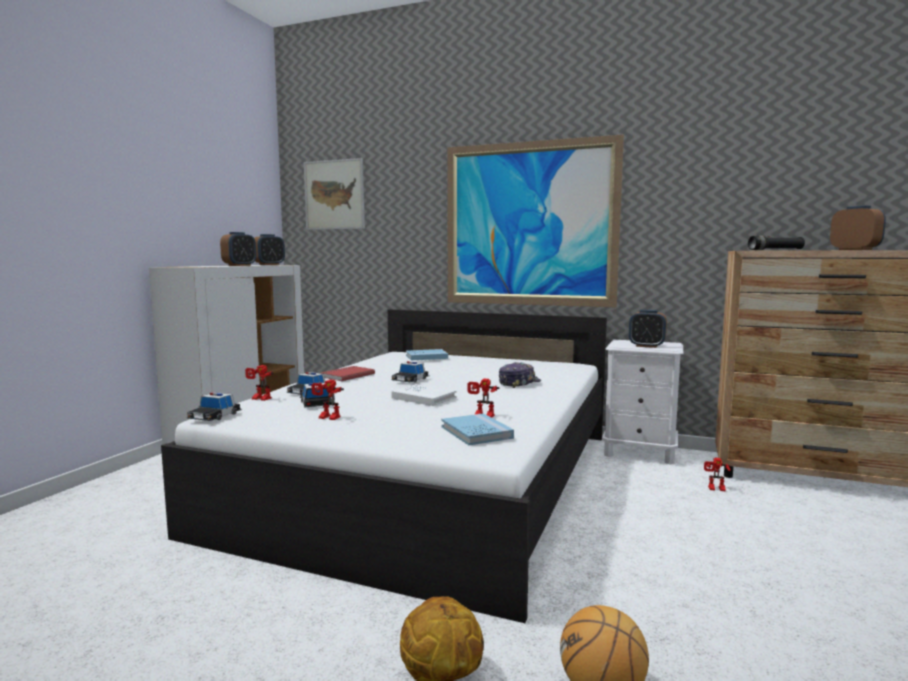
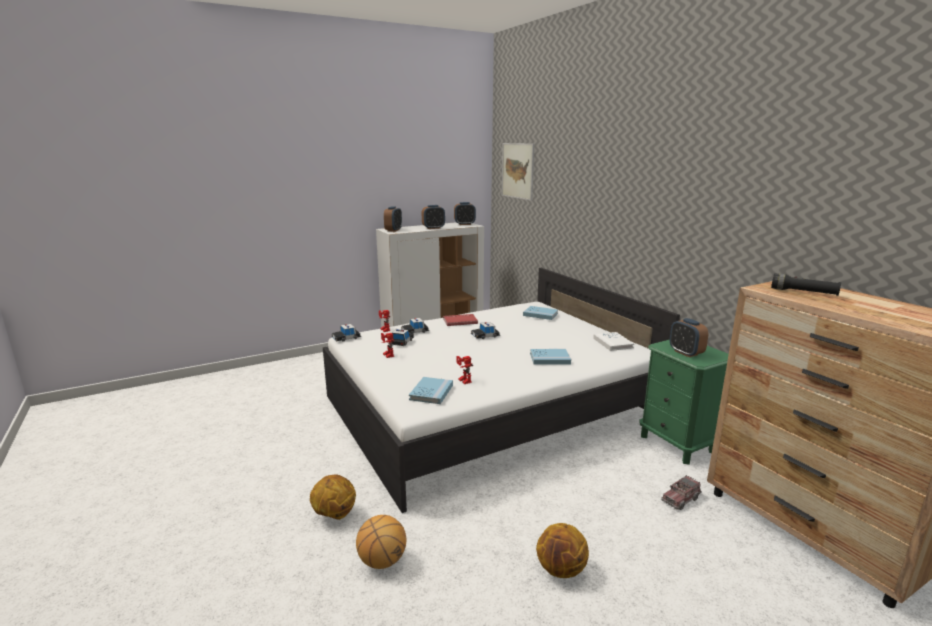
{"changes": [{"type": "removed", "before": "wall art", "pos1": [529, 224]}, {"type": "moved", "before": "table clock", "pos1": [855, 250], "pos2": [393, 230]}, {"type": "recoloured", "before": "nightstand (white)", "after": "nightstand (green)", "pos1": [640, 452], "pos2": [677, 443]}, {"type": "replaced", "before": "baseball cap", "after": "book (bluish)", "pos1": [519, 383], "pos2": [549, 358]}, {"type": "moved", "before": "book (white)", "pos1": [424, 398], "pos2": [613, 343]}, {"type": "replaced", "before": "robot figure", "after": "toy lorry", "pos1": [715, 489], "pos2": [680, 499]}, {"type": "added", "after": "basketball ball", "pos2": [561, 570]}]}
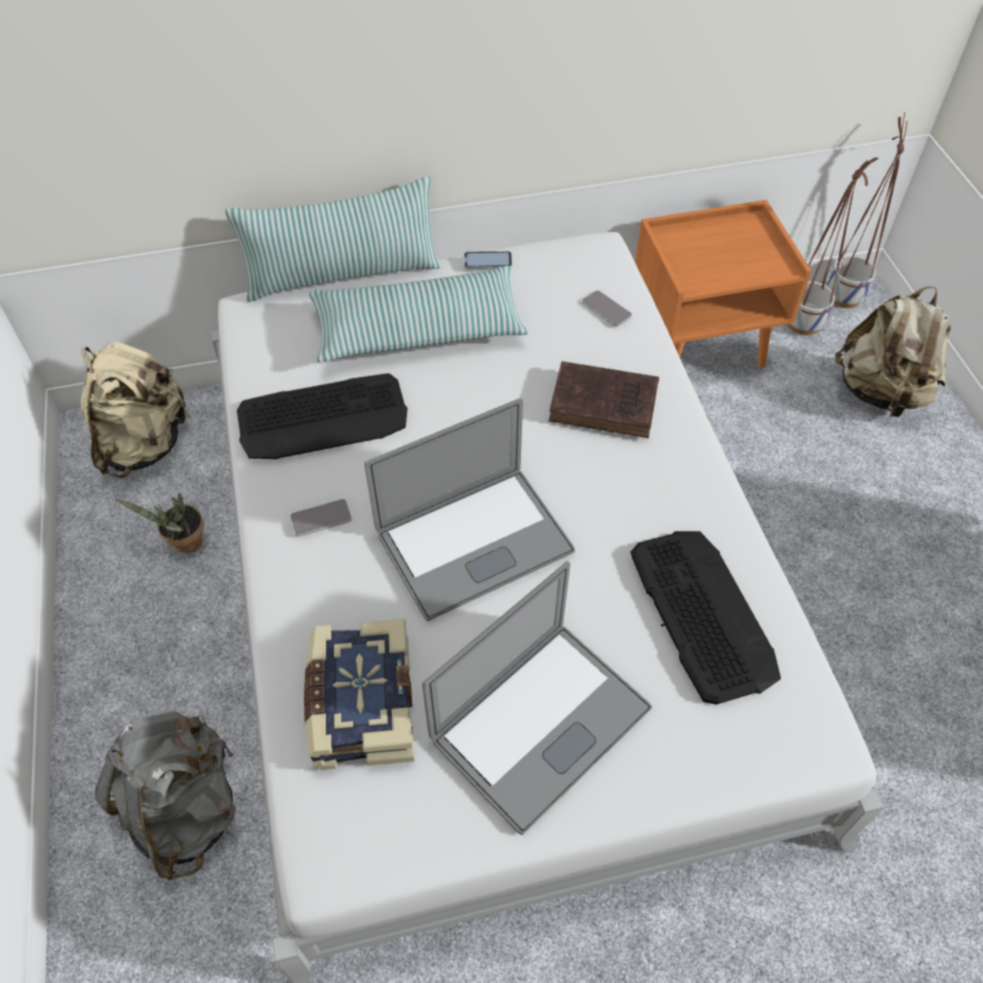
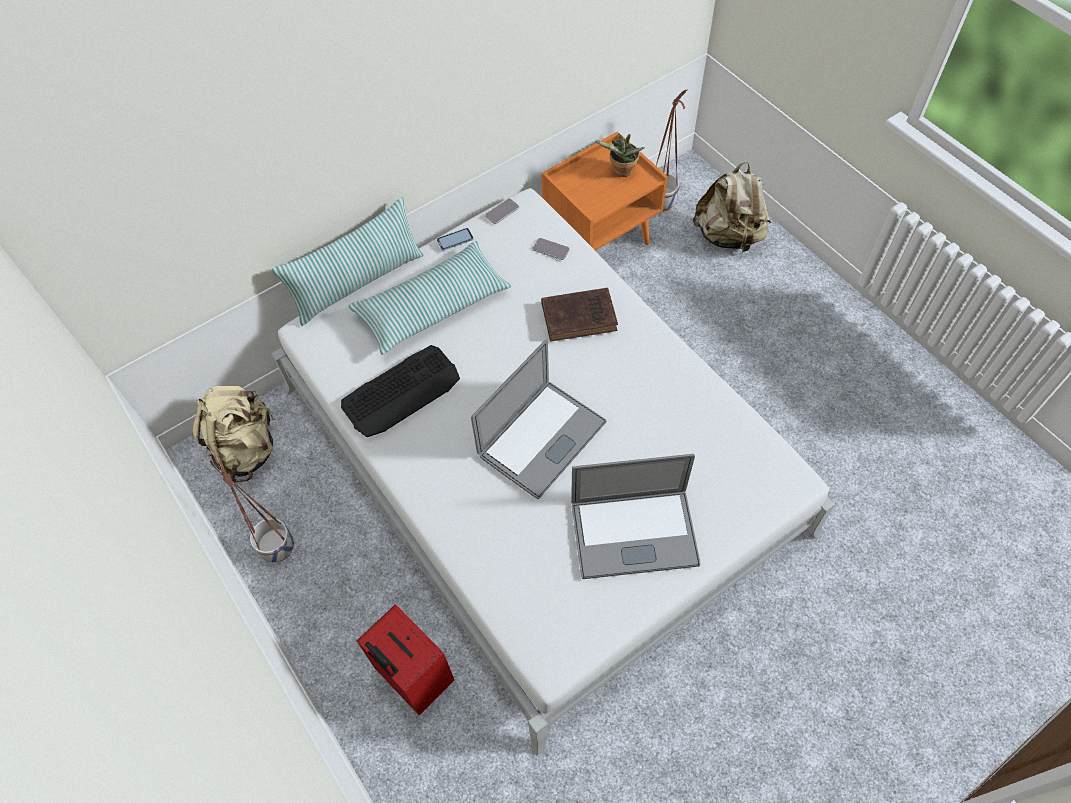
{"changes": [{"type": "moved", "before": "planter", "pos1": [843, 297], "pos2": [277, 548]}, {"type": "moved", "before": "houseplant", "pos1": [184, 544], "pos2": [621, 172]}, {"type": "moved", "before": "telephone", "pos1": [321, 518], "pos2": [502, 211]}, {"type": "removed", "before": "PC keyboard", "pos1": [702, 613]}, {"type": "turned", "before": "portable computer", "pos1": [540, 723], "pos2": [634, 533], "turn": 60}, {"type": "removed", "before": "book", "pos1": [360, 704]}, {"type": "replaced", "before": "backpack (greyish)", "after": "suitcase (reddish)", "pos1": [186, 809], "pos2": [413, 678]}]}
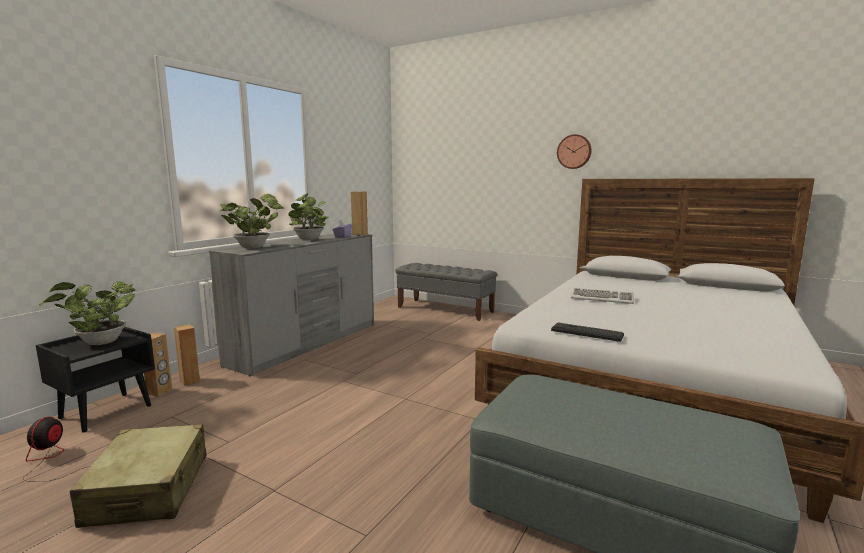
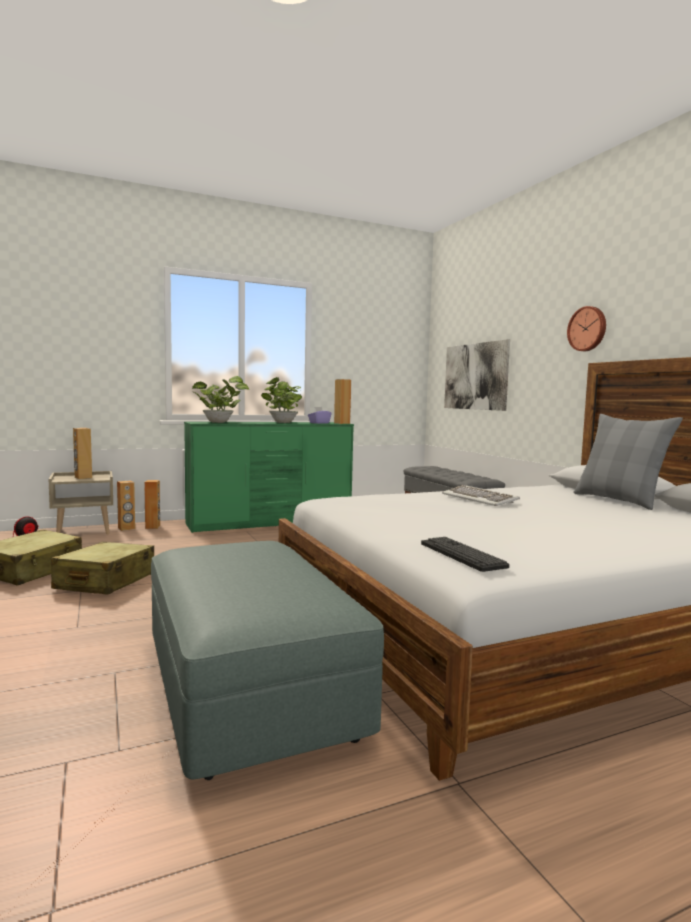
{"changes": [{"type": "recoloured", "before": "dresser (greyish)", "after": "dresser (green)", "pos1": [308, 343], "pos2": [271, 522]}, {"type": "replaced", "before": "houseplant", "after": "speaker (brown-coloured)", "pos1": [98, 343], "pos2": [83, 477]}, {"type": "moved", "before": "PC keyboard", "pos1": [586, 333], "pos2": [462, 555]}, {"type": "recoloured", "before": "nightstand (black-coloured)", "after": "nightstand (sand-coloured)", "pos1": [106, 411], "pos2": [84, 531]}, {"type": "added", "after": "wall art", "pos2": [475, 376]}, {"type": "added", "after": "pillow (greyish)", "pos2": [619, 500]}, {"type": "added", "after": "suitcase (sand-coloured)", "pos2": [105, 582]}]}
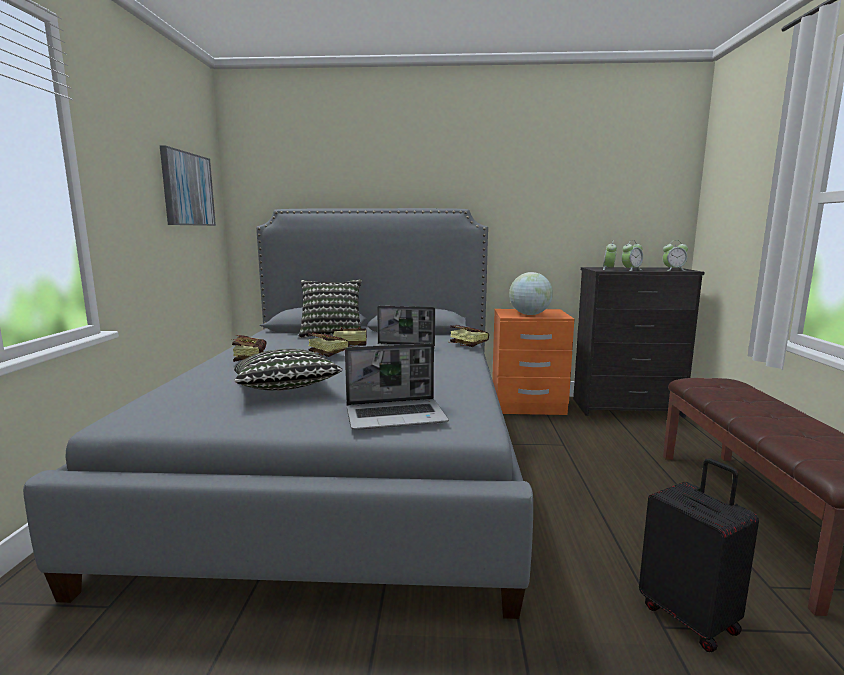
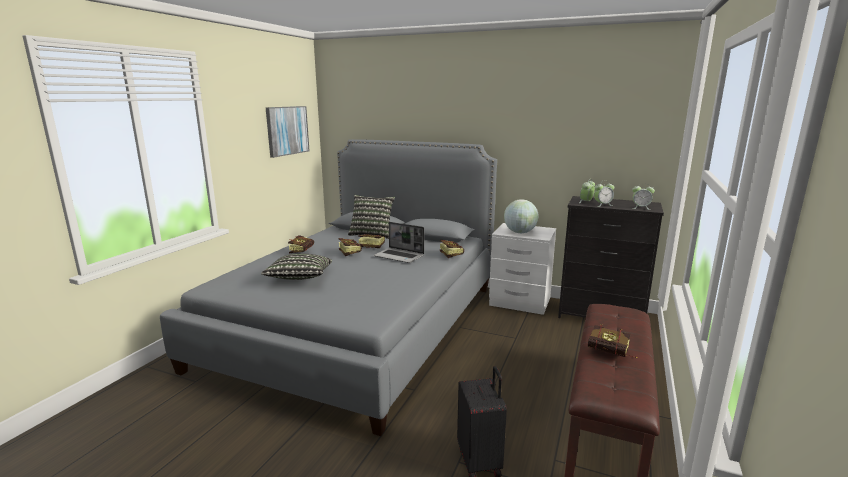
{"changes": [{"type": "recoloured", "before": "nightstand (orangey)", "after": "nightstand (white)", "pos1": [527, 405], "pos2": [519, 302]}, {"type": "removed", "before": "portable computer", "pos1": [396, 416]}, {"type": "added", "after": "book", "pos2": [612, 354]}]}
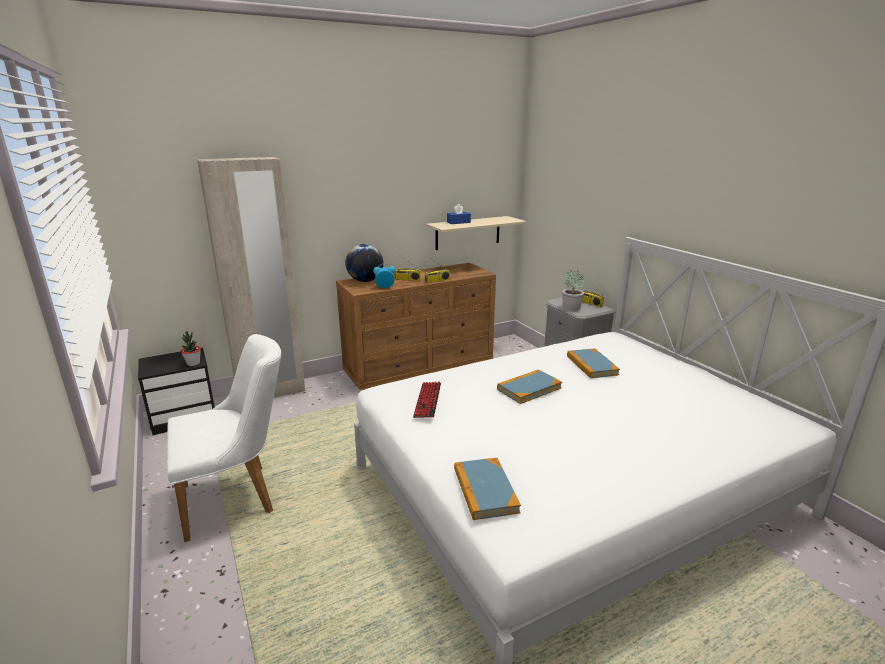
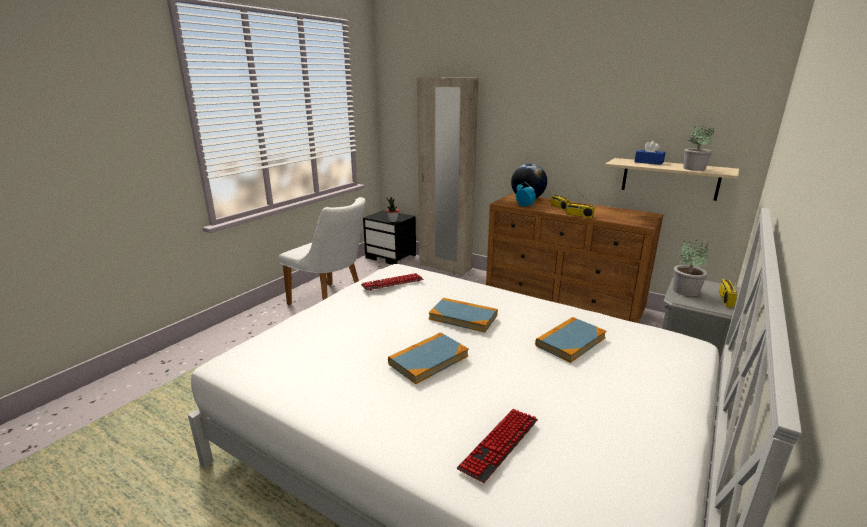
{"changes": [{"type": "moved", "before": "book", "pos1": [485, 490], "pos2": [428, 360]}, {"type": "added", "after": "houseplant", "pos2": [694, 169]}, {"type": "added", "after": "PC keyboard", "pos2": [499, 444]}]}
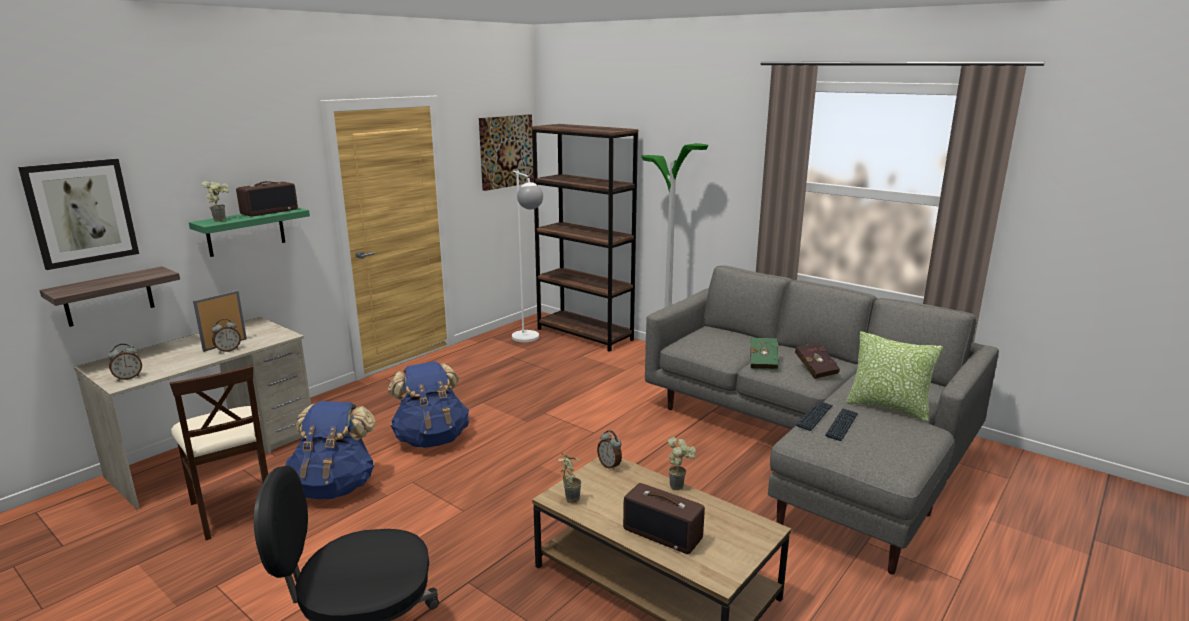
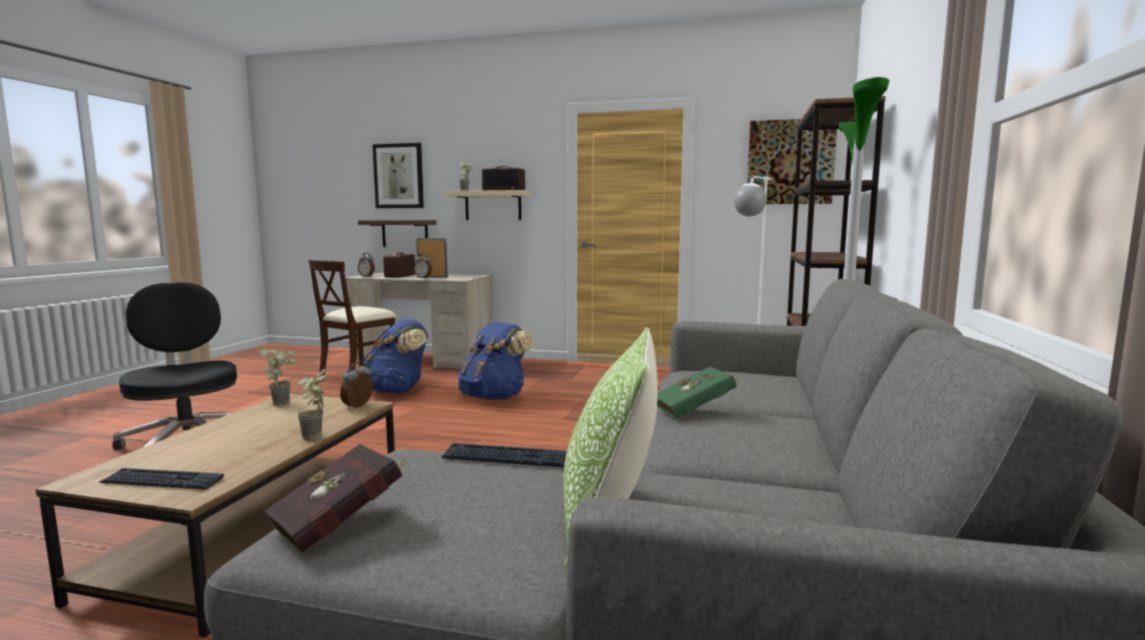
{"changes": [{"type": "recoloured", "before": "bracket shelf (green)", "after": "bracket shelf (sand-coloured)", "pos1": [246, 231], "pos2": [493, 206]}, {"type": "moved", "before": "book (reddish)", "pos1": [815, 369], "pos2": [343, 523]}, {"type": "moved", "before": "PC keyboard", "pos1": [842, 425], "pos2": [162, 481]}, {"type": "moved", "before": "radio set", "pos1": [663, 534], "pos2": [400, 276]}]}
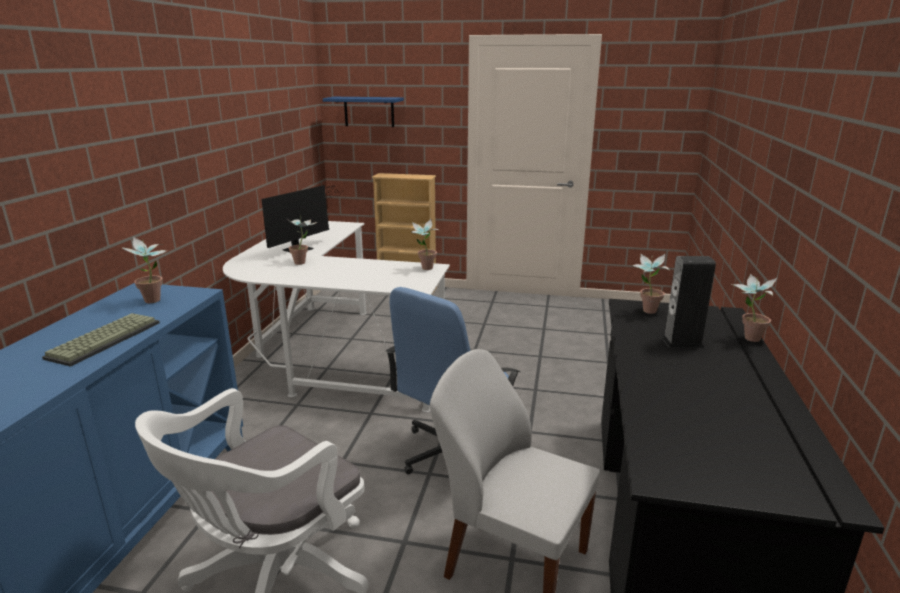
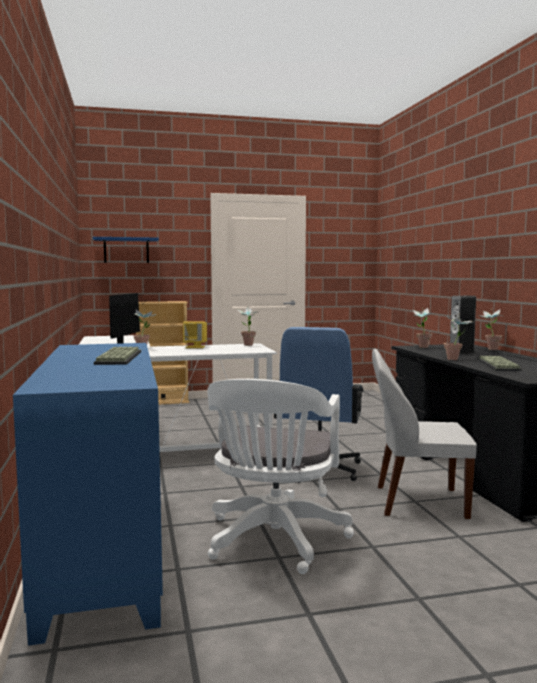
{"changes": [{"type": "moved", "before": "houseplant", "pos1": [155, 302], "pos2": [456, 359]}, {"type": "added", "after": "speaker (yellowish)", "pos2": [195, 347]}, {"type": "added", "after": "PC keyboard", "pos2": [499, 365]}]}
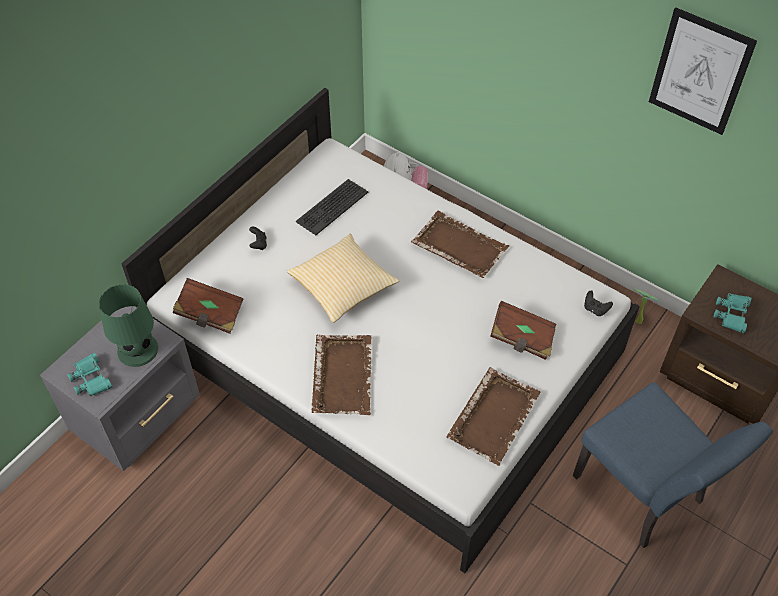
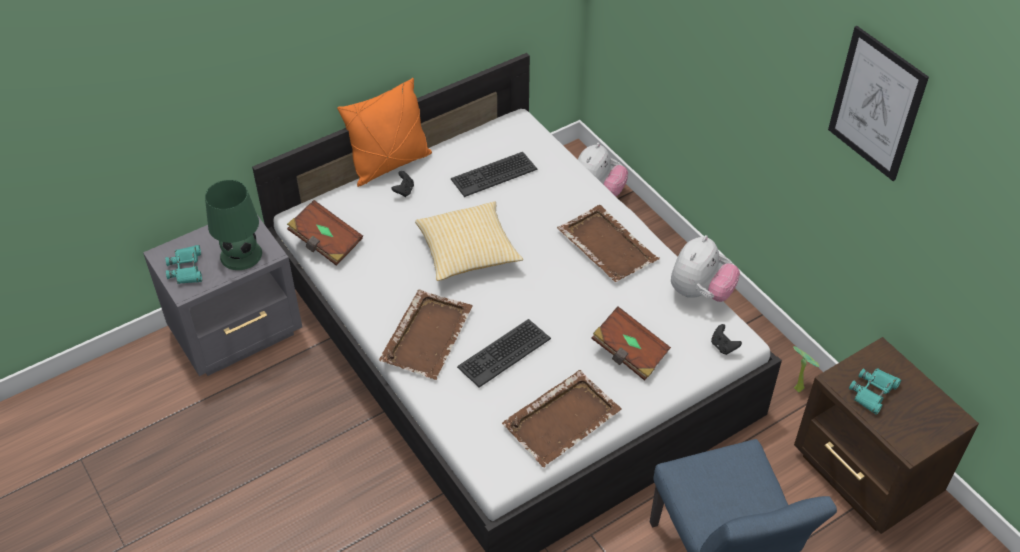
{"changes": [{"type": "added", "after": "pillow (orangey)", "pos2": [390, 164]}, {"type": "added", "after": "cuddly toy", "pos2": [700, 292]}, {"type": "added", "after": "PC keyboard", "pos2": [503, 352]}]}
